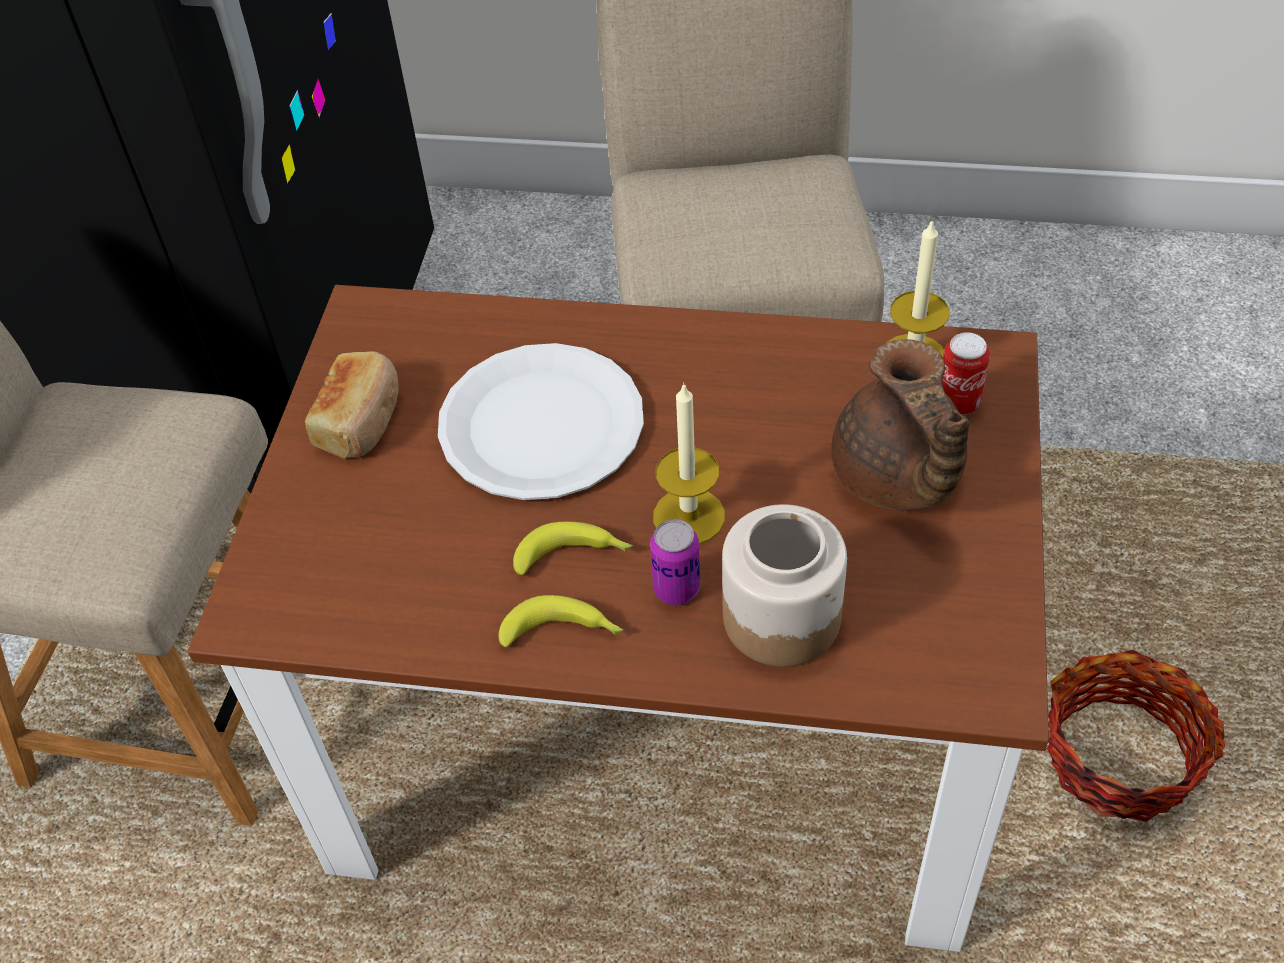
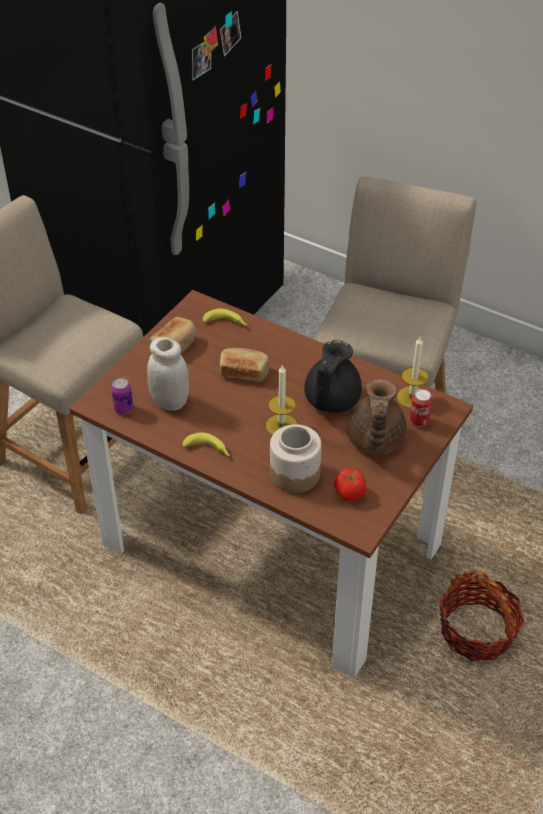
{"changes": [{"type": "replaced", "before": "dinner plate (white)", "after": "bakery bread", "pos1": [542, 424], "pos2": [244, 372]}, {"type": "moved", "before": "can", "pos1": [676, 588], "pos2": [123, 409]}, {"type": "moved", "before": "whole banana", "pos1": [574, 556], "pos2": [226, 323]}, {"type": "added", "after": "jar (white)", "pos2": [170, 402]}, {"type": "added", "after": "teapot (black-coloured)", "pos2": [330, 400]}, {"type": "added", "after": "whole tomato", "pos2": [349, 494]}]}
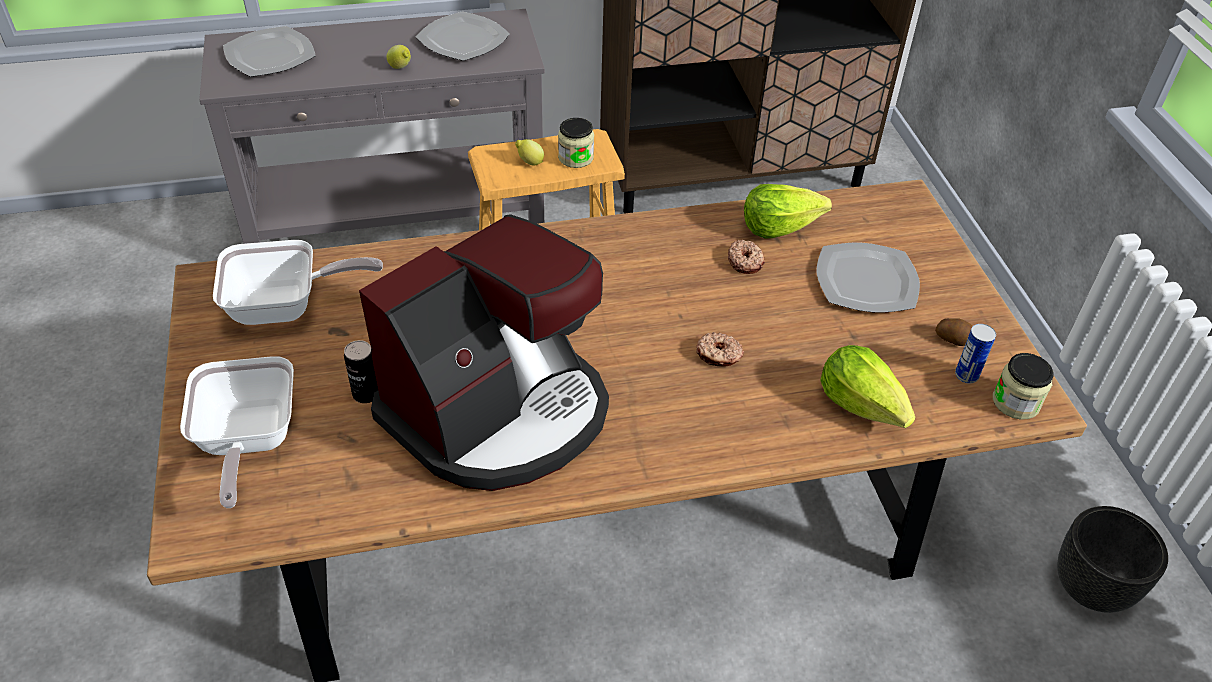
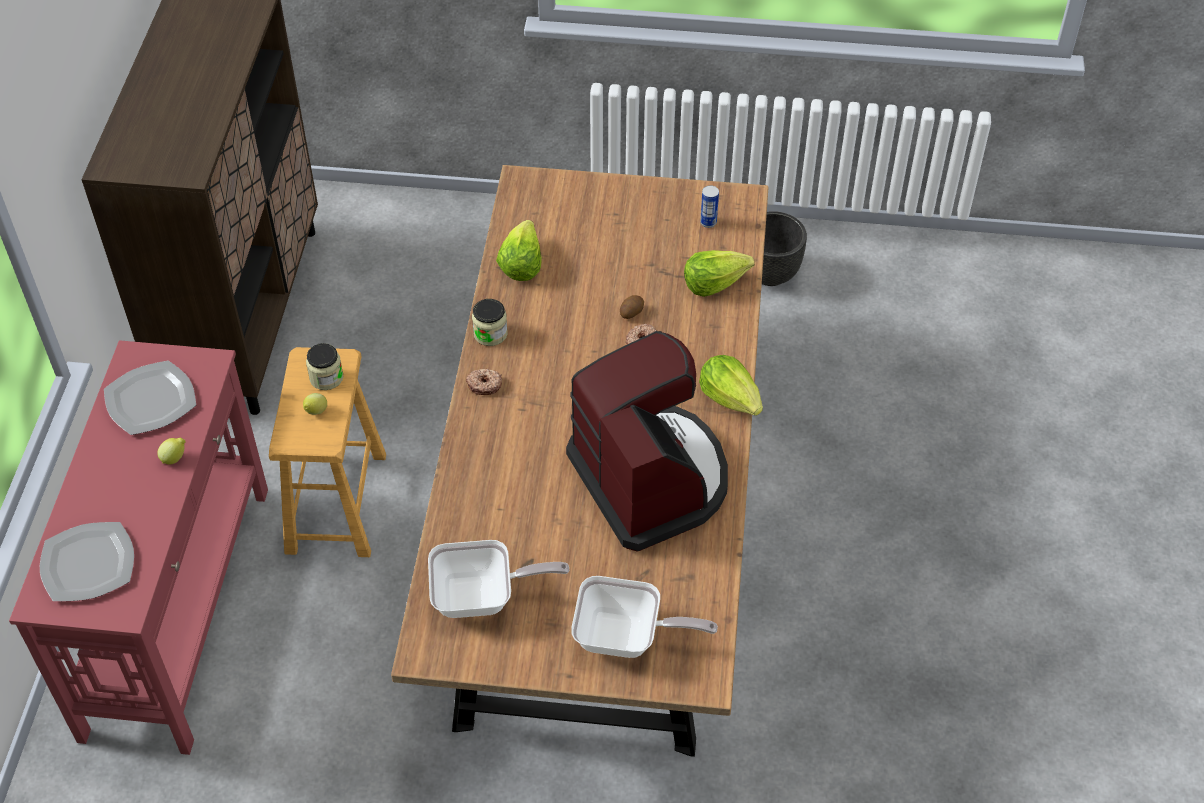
{"changes": [{"type": "recoloured", "before": "console table (greyish)", "after": "console table (reddish)", "pos1": [400, 230], "pos2": [179, 607]}, {"type": "turned", "before": "frying pan", "pos1": [286, 306], "pos2": [482, 597], "turn": 75}, {"type": "moved", "before": "doughnut", "pos1": [745, 261], "pos2": [484, 385]}, {"type": "removed", "before": "dinner plate", "pos1": [867, 280]}, {"type": "moved", "before": "whole potato", "pos1": [953, 339], "pos2": [631, 312]}, {"type": "removed", "before": "can", "pos1": [366, 394]}, {"type": "moved", "before": "jar", "pos1": [1016, 402], "pos2": [490, 334]}, {"type": "added", "after": "lettuce head", "pos2": [731, 398]}]}
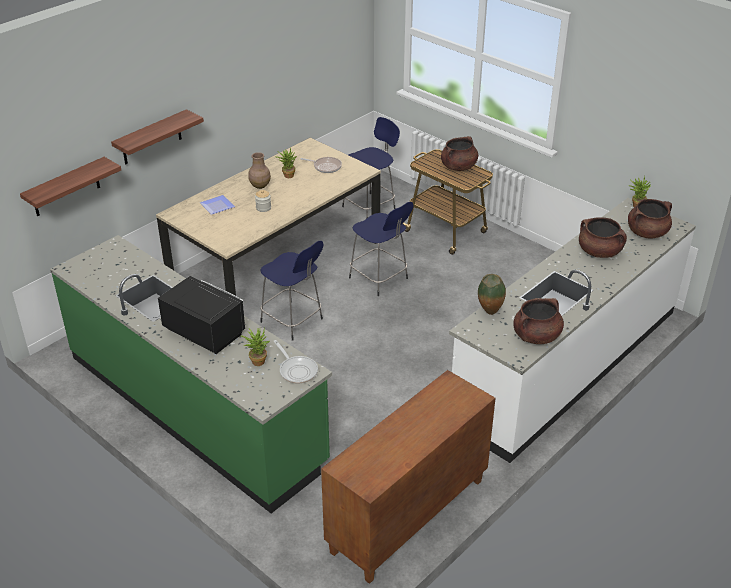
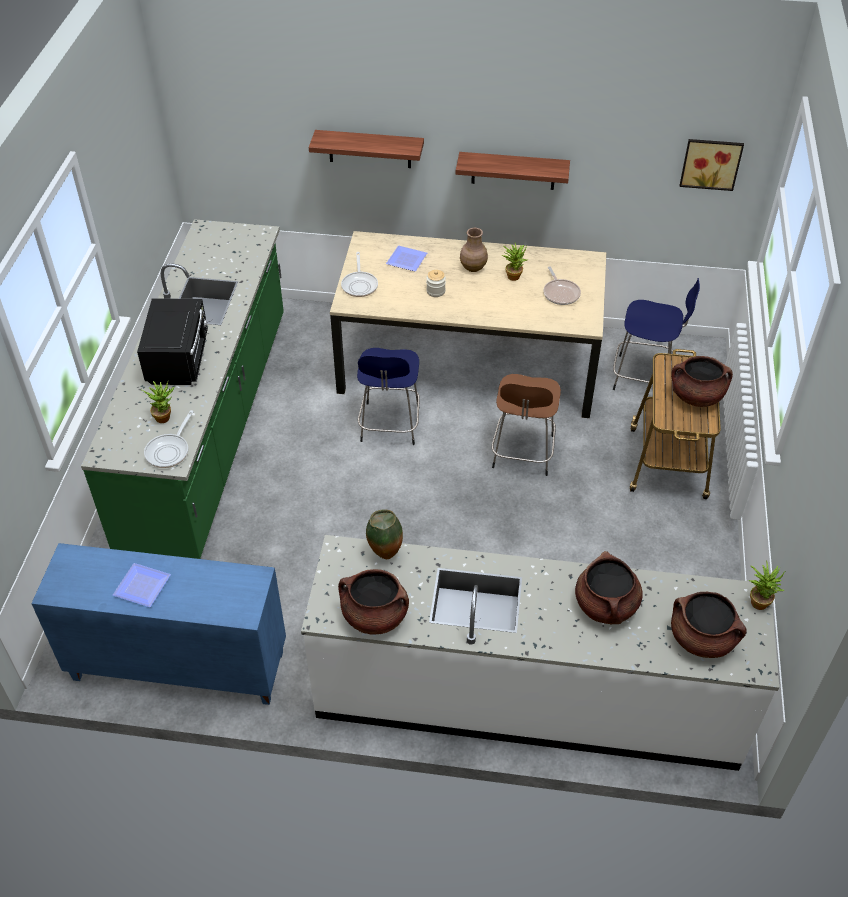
{"changes": [{"type": "moved", "before": "bracket shelf", "pos1": [66, 187], "pos2": [513, 171]}, {"type": "recoloured", "before": "stool (bluish)", "after": "stool (brown-coloured)", "pos1": [380, 279], "pos2": [522, 454]}, {"type": "recoloured", "before": "storage cabinet (brown-coloured)", "after": "storage cabinet (bluish)", "pos1": [408, 517], "pos2": [177, 667]}, {"type": "added", "after": "wall art", "pos2": [711, 163]}, {"type": "added", "after": "frying pan", "pos2": [360, 285]}, {"type": "added", "after": "dinner plate", "pos2": [141, 585]}]}
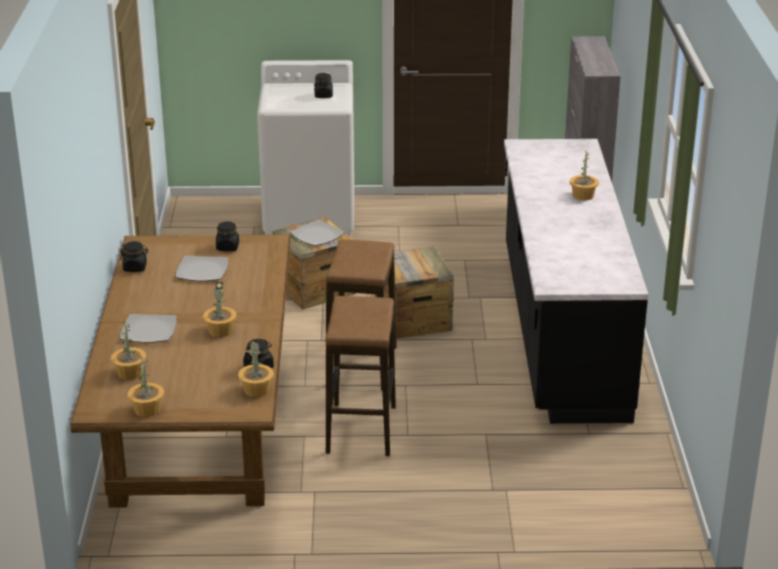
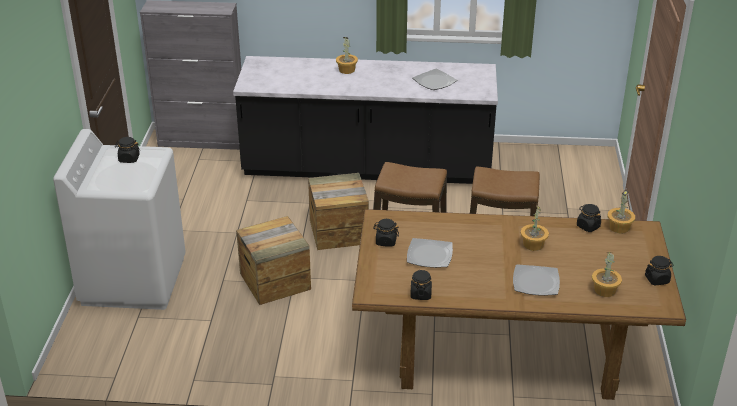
{"changes": [{"type": "moved", "before": "dinner plate", "pos1": [317, 235], "pos2": [434, 81]}, {"type": "replaced", "before": "houseplant", "after": "jar (black-coloured)", "pos1": [146, 409], "pos2": [657, 279]}]}
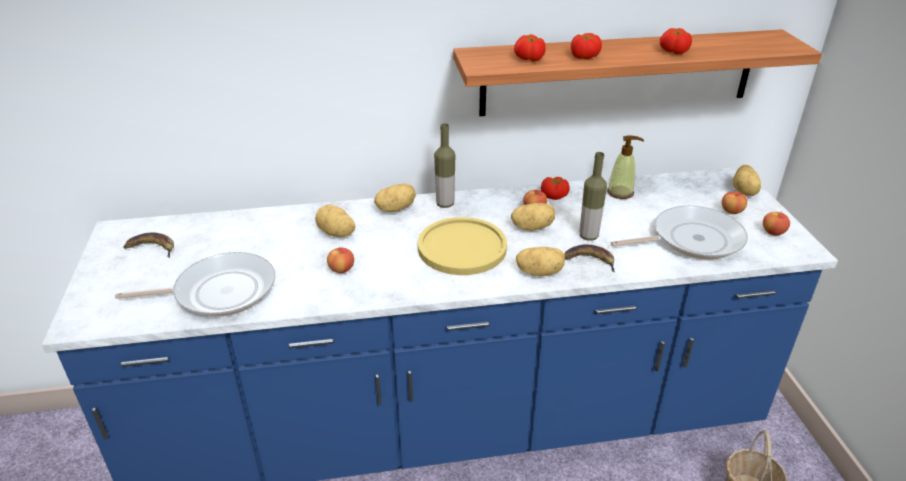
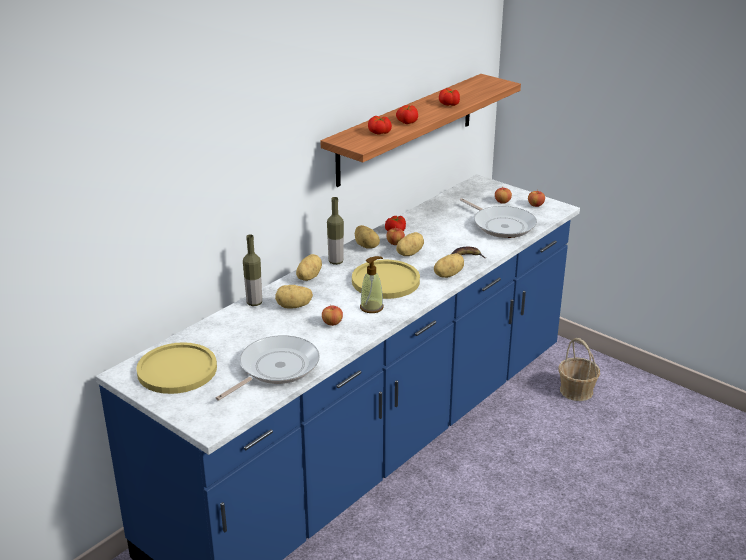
{"changes": [{"type": "moved", "before": "soap dispenser", "pos1": [620, 192], "pos2": [371, 307]}, {"type": "moved", "before": "bottle", "pos1": [588, 236], "pos2": [254, 303]}, {"type": "moved", "before": "whole potato", "pos1": [744, 191], "pos2": [367, 246]}, {"type": "turned", "before": "frying pan", "pos1": [691, 239], "pos2": [501, 225], "turn": 105}, {"type": "replaced", "before": "whole banana", "after": "dinner plate (yellowish)", "pos1": [151, 248], "pos2": [177, 370]}]}
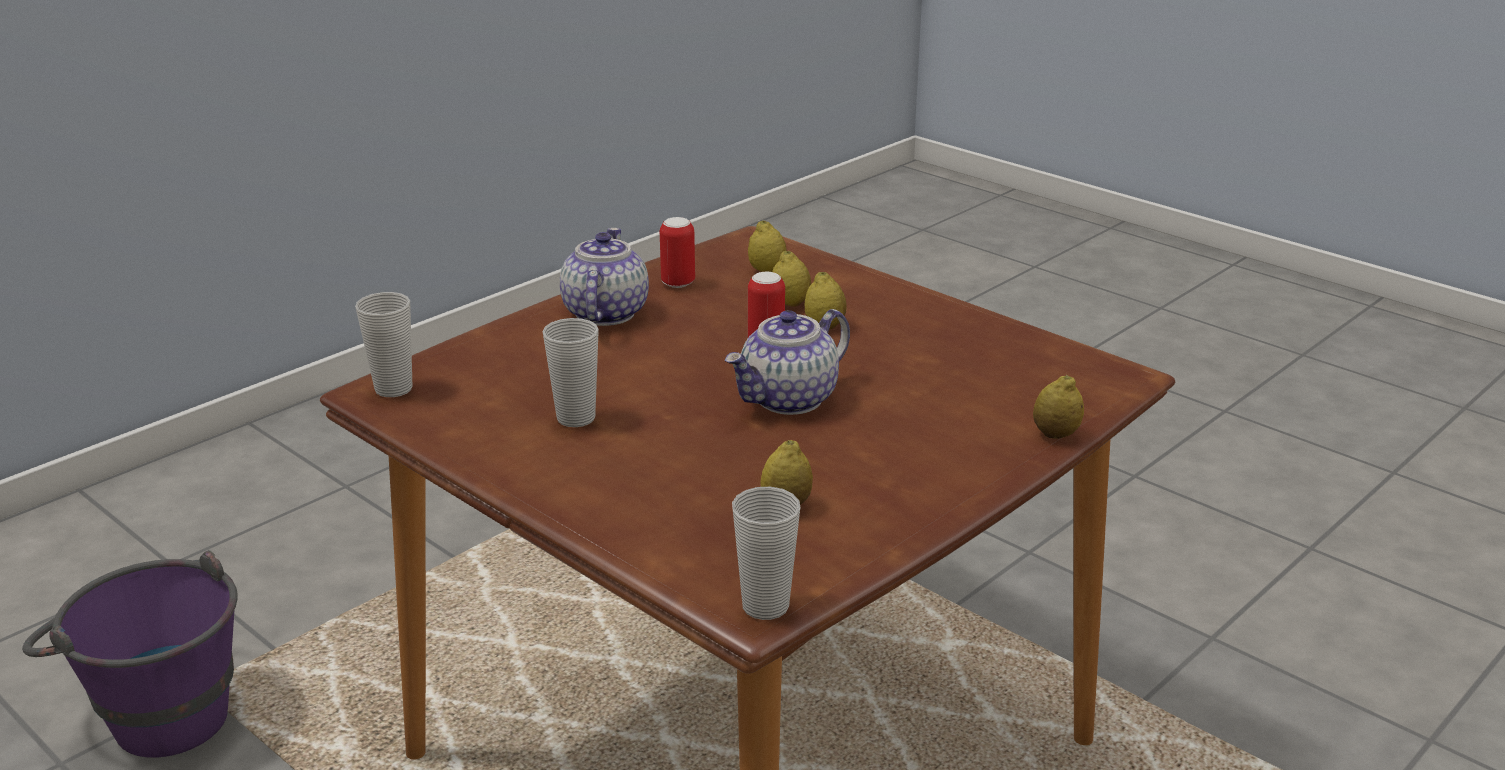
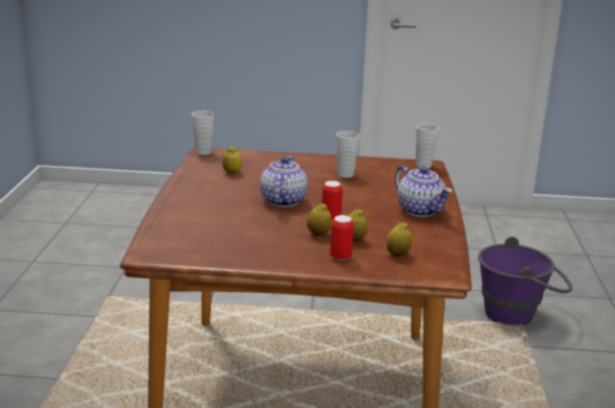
{"changes": [{"type": "moved", "before": "can", "pos1": [678, 283], "pos2": [340, 257]}, {"type": "removed", "before": "whole lemon", "pos1": [1055, 434]}]}
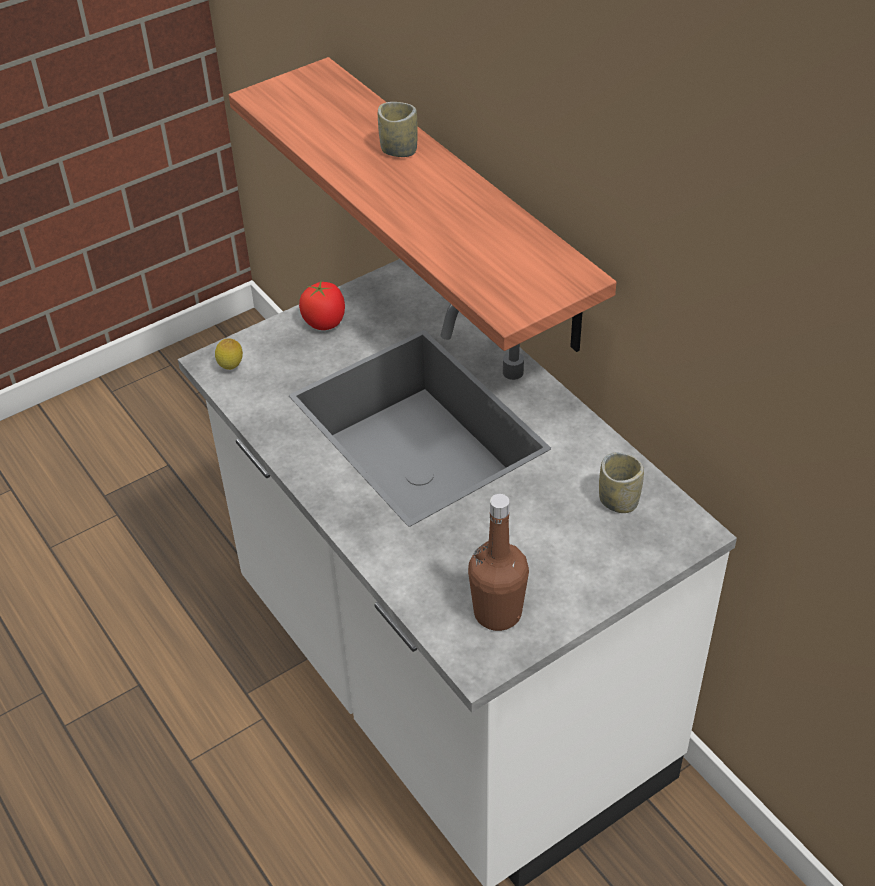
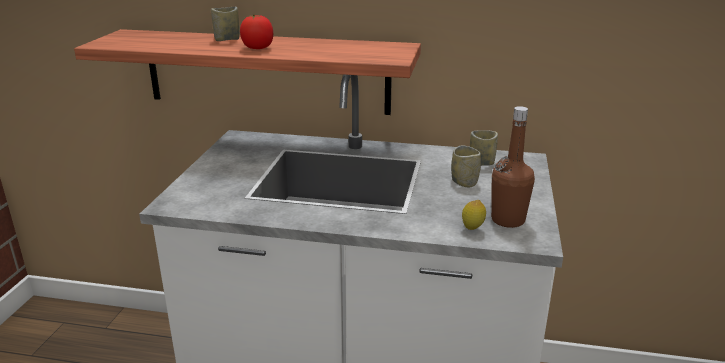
{"changes": [{"type": "moved", "before": "whole tomato", "pos1": [325, 322], "pos2": [257, 48]}, {"type": "moved", "before": "whole lemon", "pos1": [231, 368], "pos2": [472, 229]}, {"type": "added", "after": "drinking cup", "pos2": [464, 182]}]}
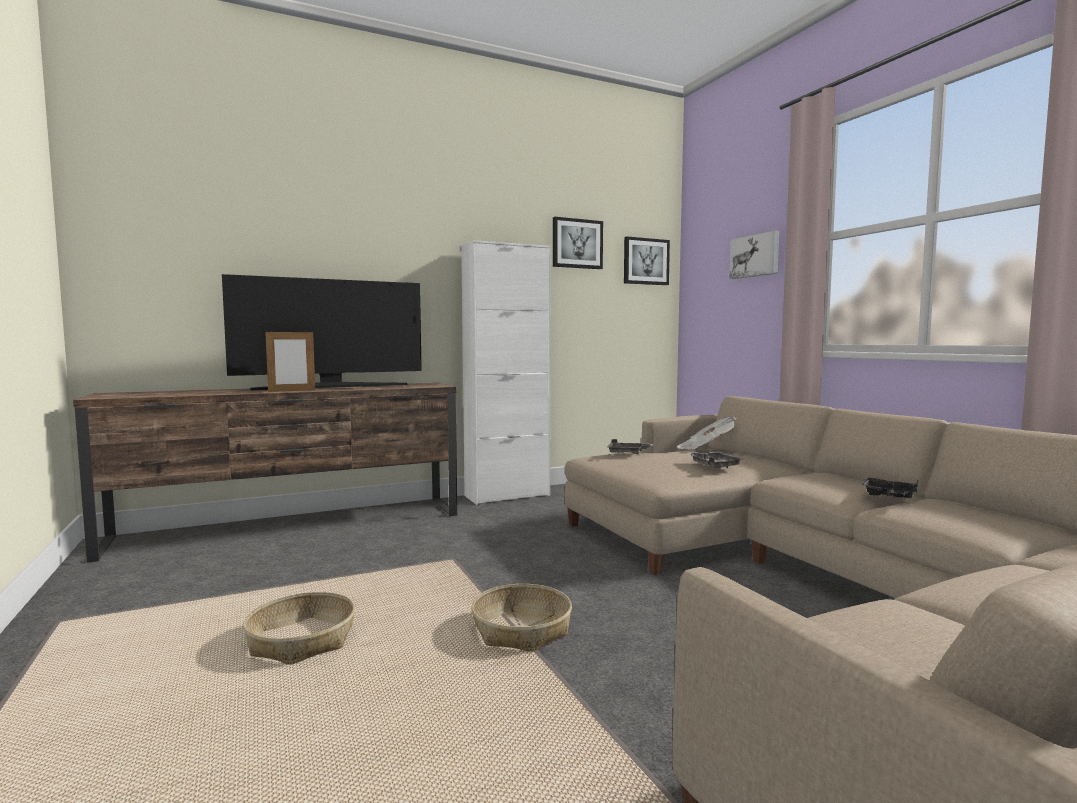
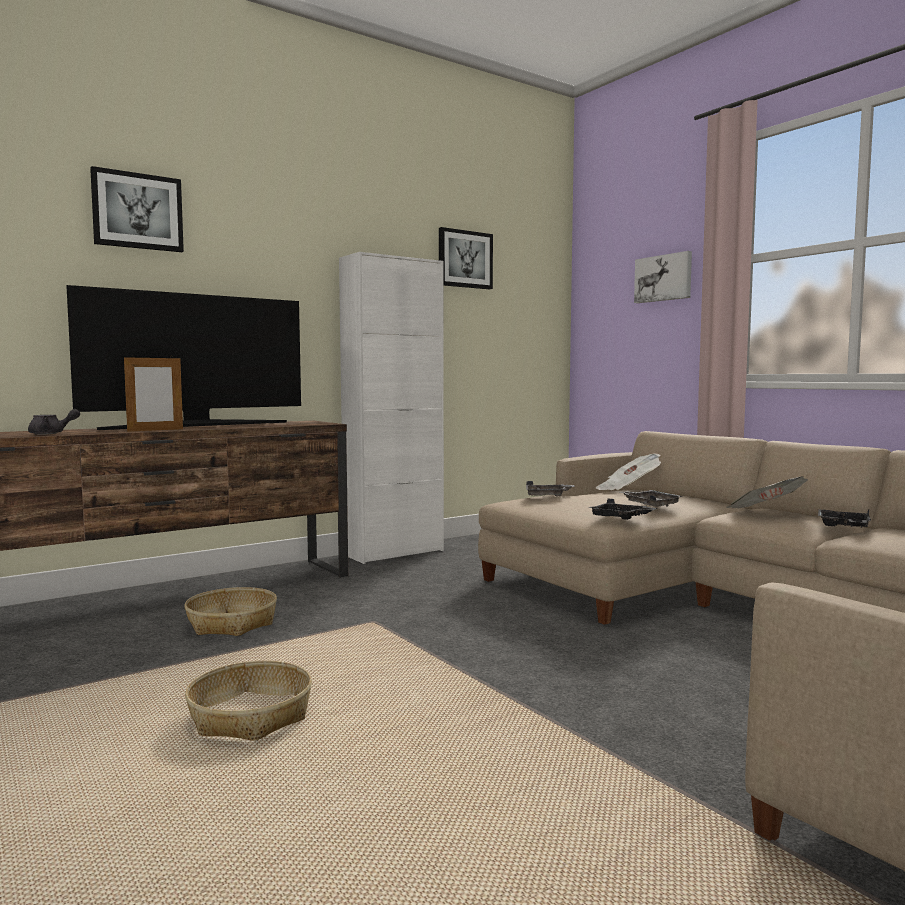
{"changes": [{"type": "moved", "before": "wall art", "pos1": [645, 261], "pos2": [137, 211]}, {"type": "moved", "before": "household basket", "pos1": [521, 630], "pos2": [231, 623]}, {"type": "added", "after": "teapot (greyish)", "pos2": [51, 433]}, {"type": "added", "after": "newspaper", "pos2": [765, 514]}, {"type": "added", "after": "tray (black-coloured)", "pos2": [620, 518]}]}
